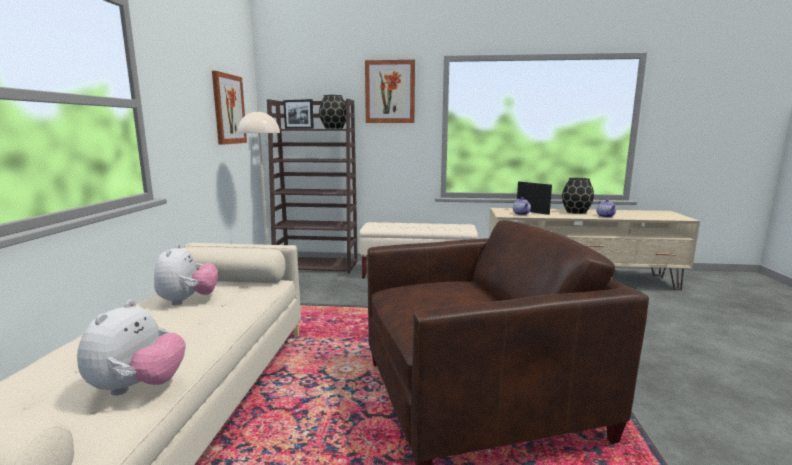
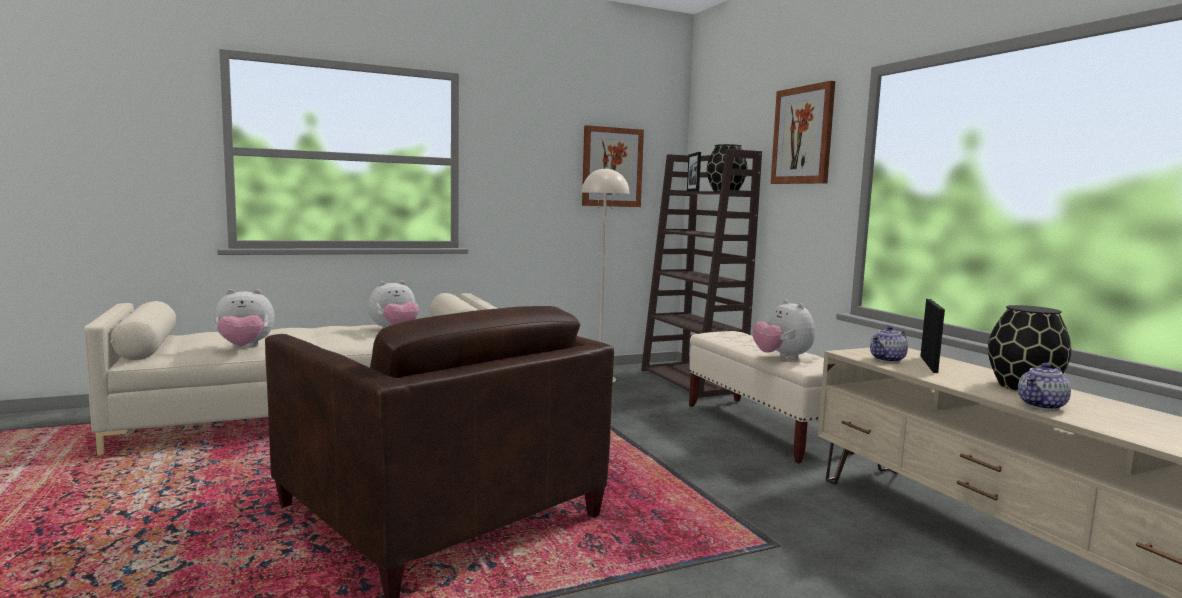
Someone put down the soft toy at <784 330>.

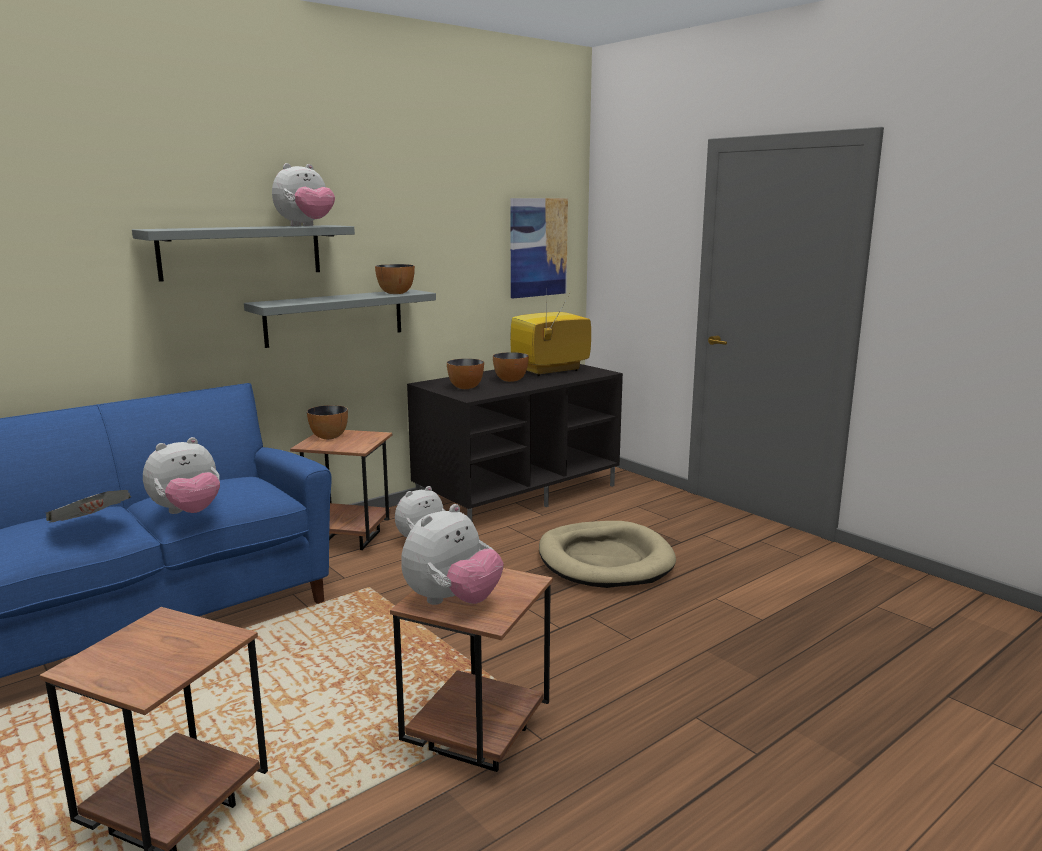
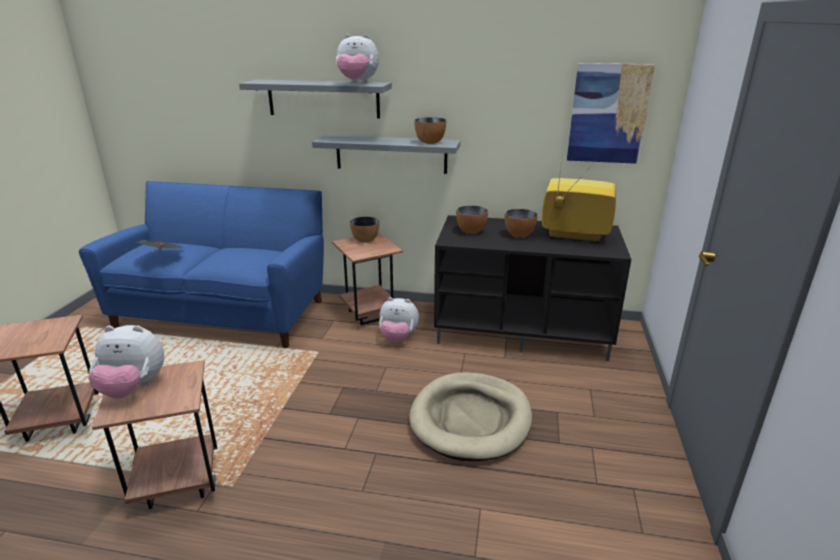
Someone took away the soft toy at <181 475>.

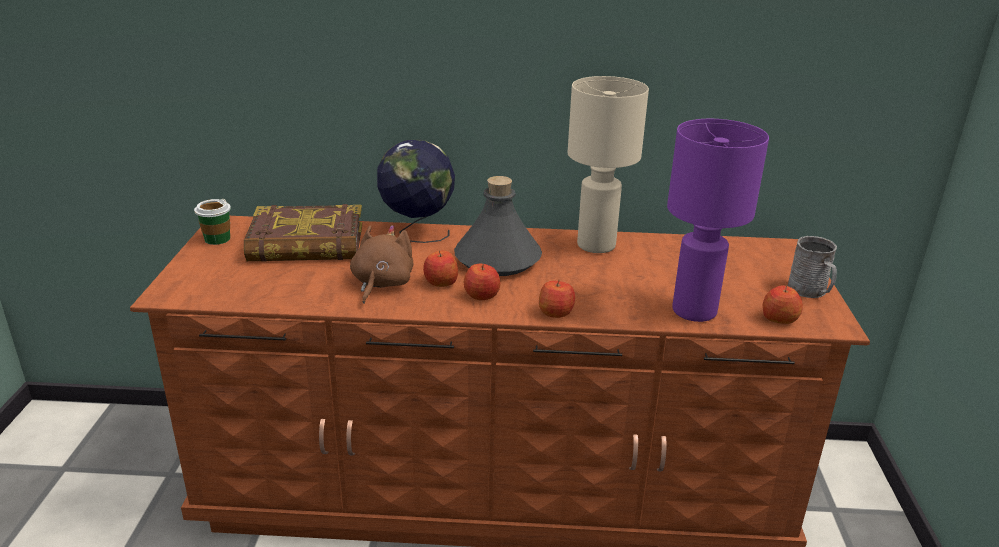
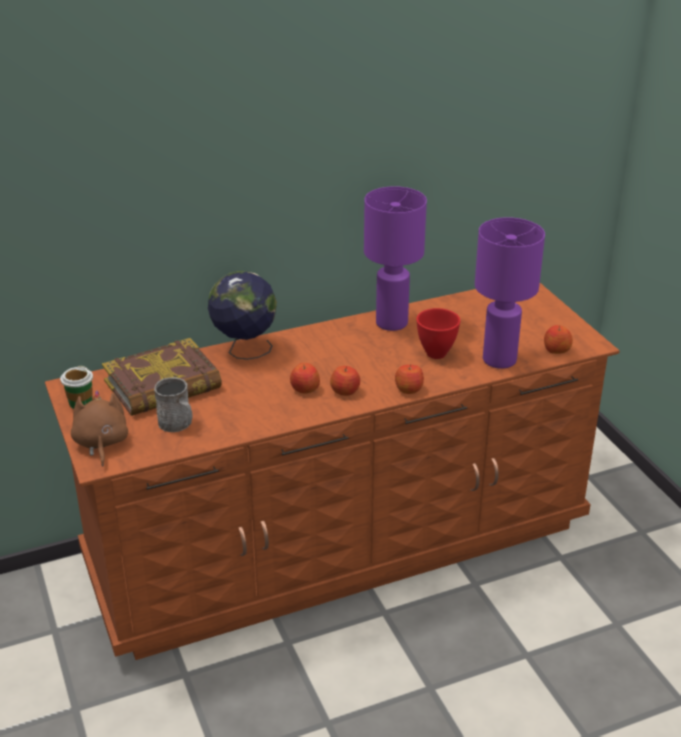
Someone carried the soft toy (brown) from <382 264> to <99 428>.
Someone took away the drink bottle (grey) at <498 226>.
Someone repainted the tabletop lamp (beige-coloured) at <608 164>, which became the tabletop lamp (purplish) at <395 258>.
Someone carried the coffee mug (grey) from <812 267> to <173 404>.
Someone put down the bowl (red) at <438 333>.

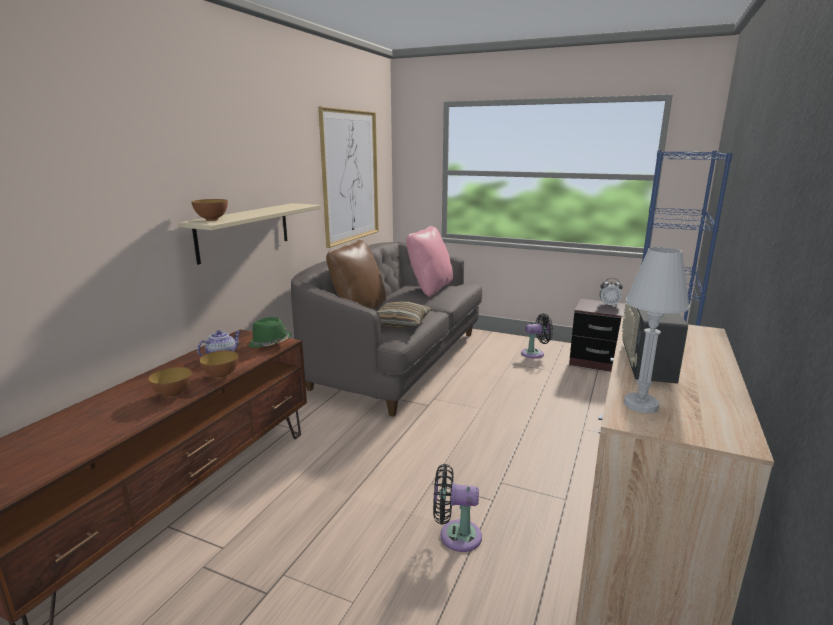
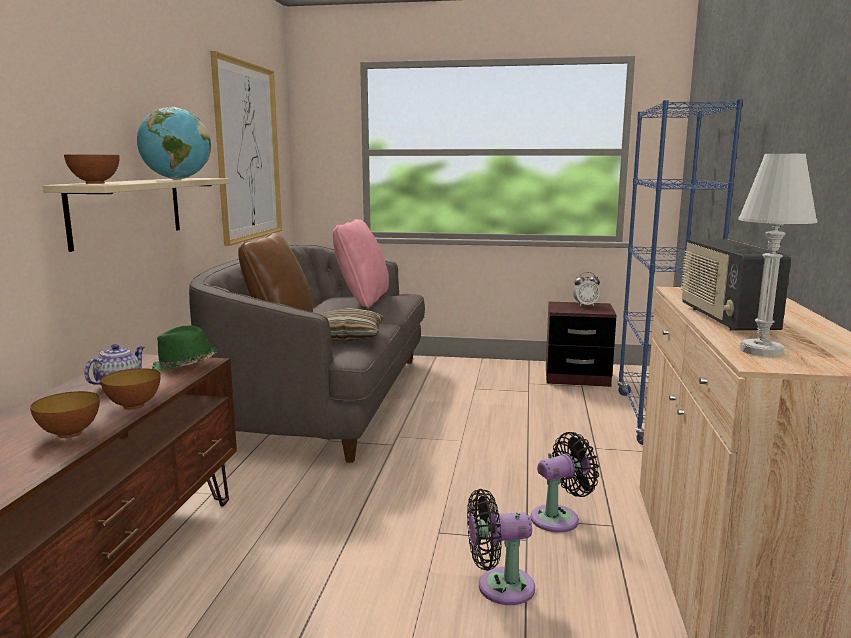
Someone carried the electric fan (black-coloured) from <537 335> to <565 482>.
Someone put down the world globe at <174 143>.

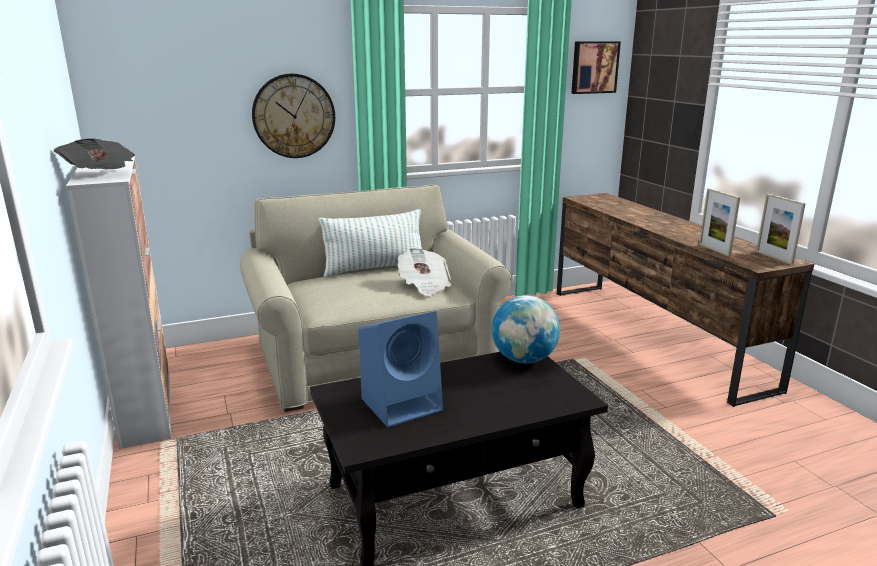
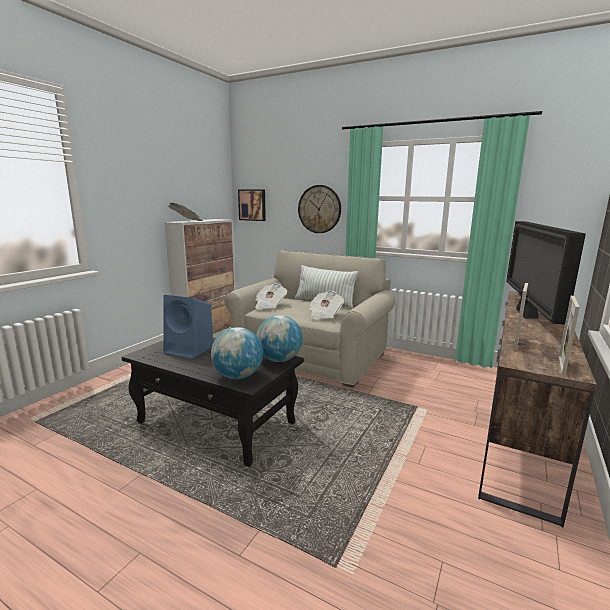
Someone carried the picture from <596 67> to <252 205>.
Someone put down the world globe at <237 353>.
Someone put down the printed paper at <271 296>.
Someone put down the TV set at <546 273>.

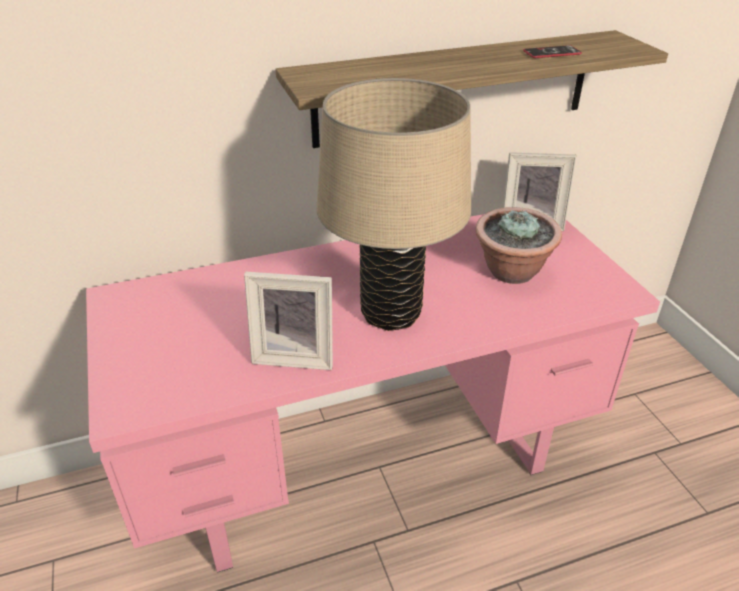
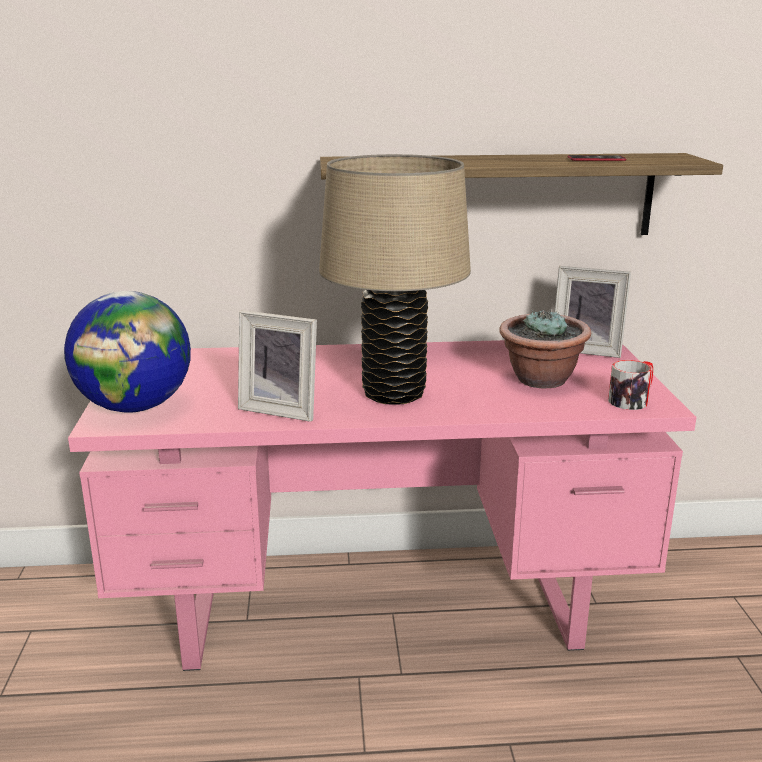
Someone put down the world globe at <127 352>.
Someone put down the coffee mug at <630 385>.

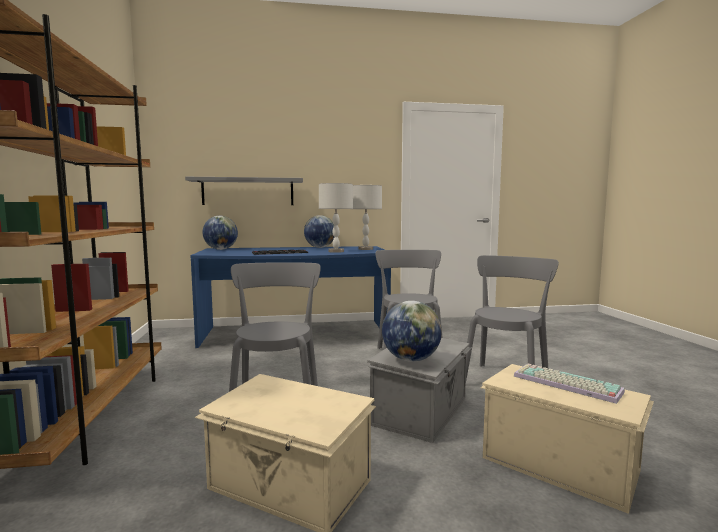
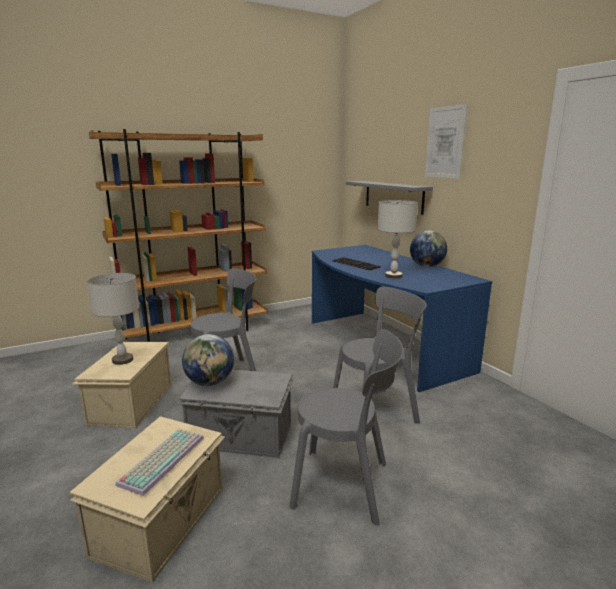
Someone took away the world globe at <220 233>.
Someone carried the tabletop lamp (grey) from <367 217> to <113 319>.
Someone put up the picture at <446 141>.

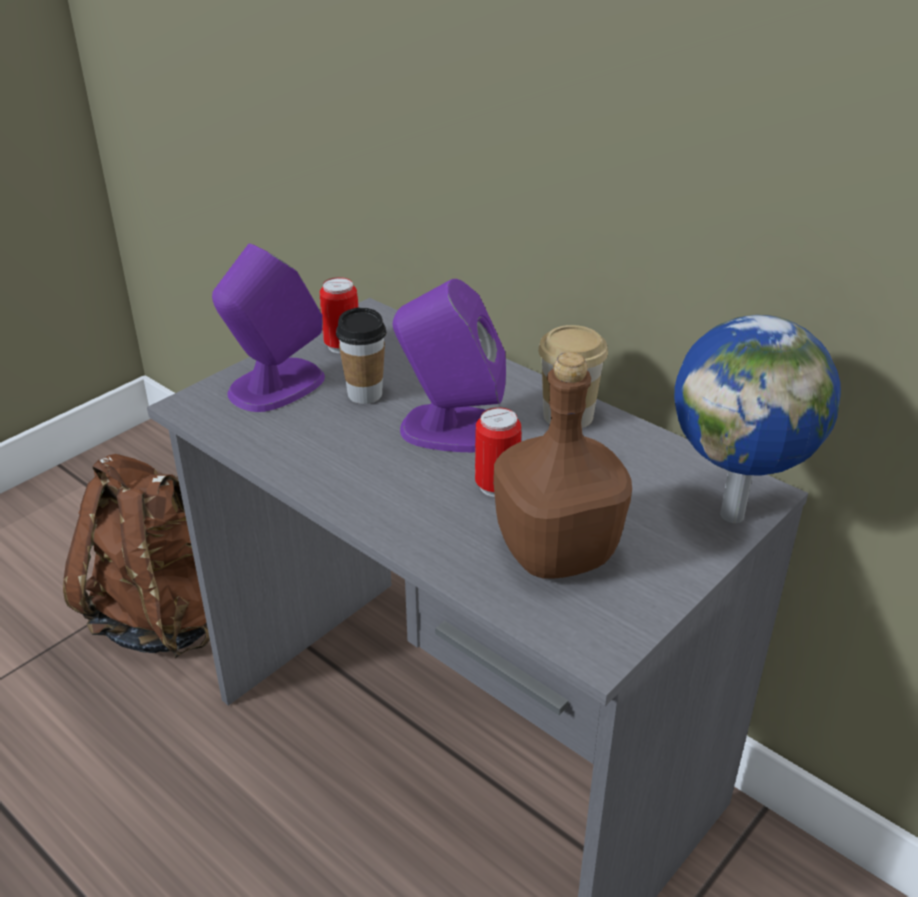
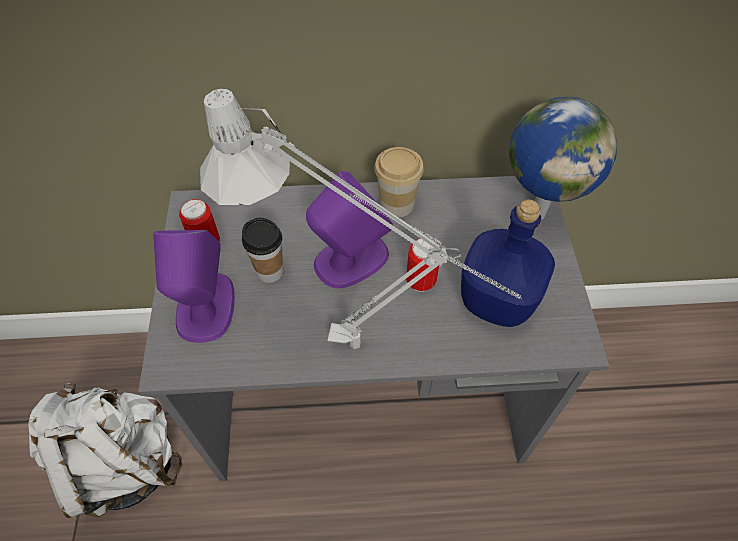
Someone repainted the backpack (brown) at <136 556>, which became the backpack (white-coloured) at <105 450>.
Someone repainted the drink bottle (brown) at <562 465>, which became the drink bottle (blue) at <508 263>.
Someone put down the tabletop lamp (grey) at <361 219>.

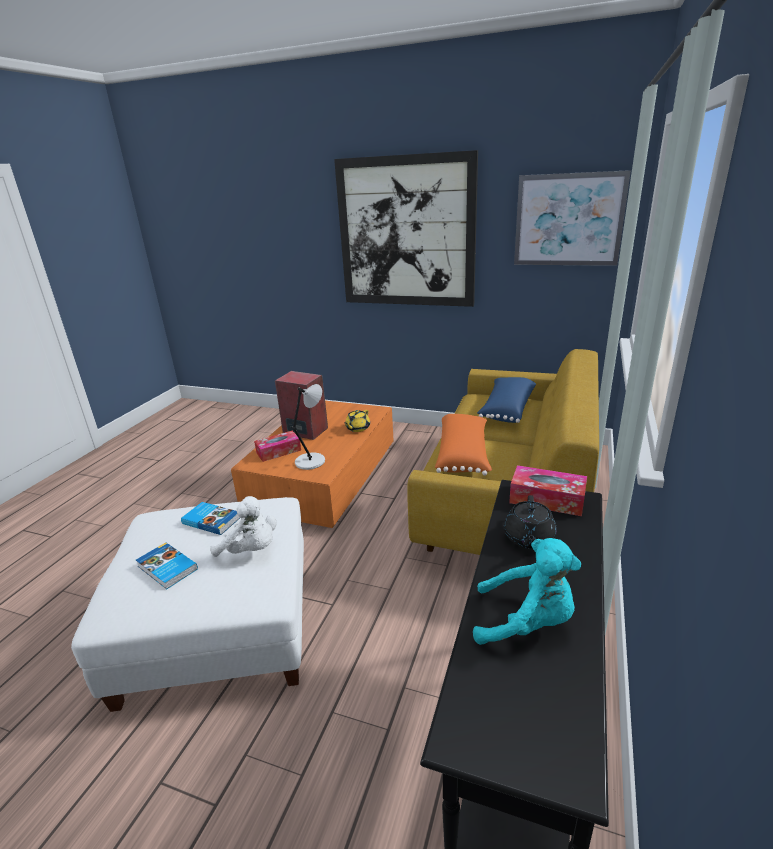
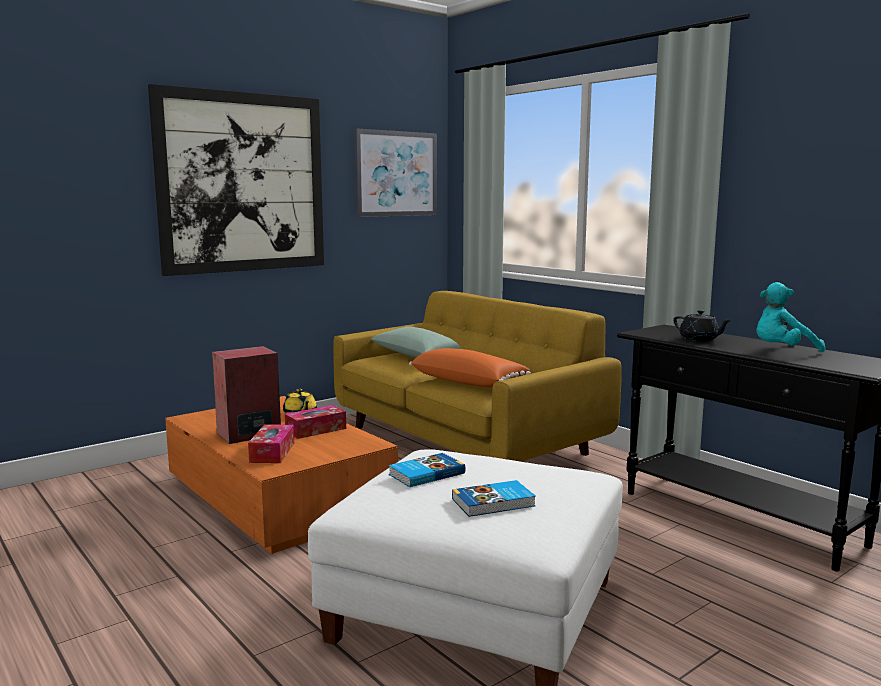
Someone took away the soft toy (white-coloured) at <243 526>.
Someone took away the tabletop lamp (grey) at <308 427>.
Someone rotated the soft toy (blue-green) at <527 591> by 150 degrees counterclockwise.
Someone repainted the cushion (blue) at <506 400>, which became the cushion (greenish) at <416 342>.
Someone carried the box of tissues from <548 490> to <315 422>.

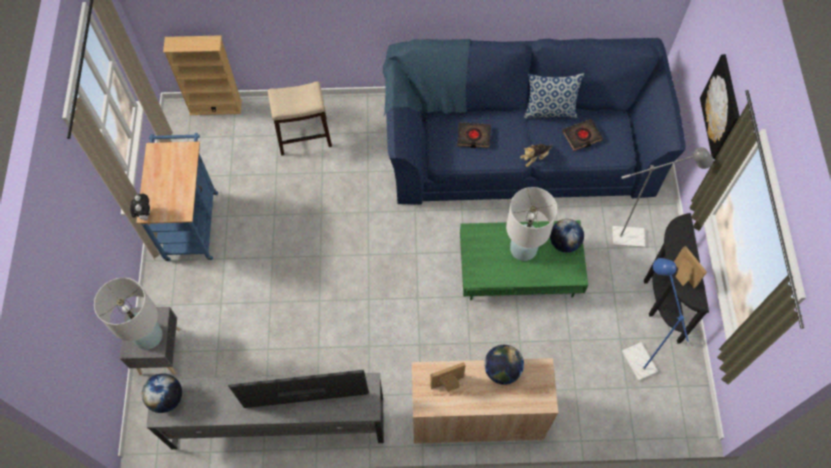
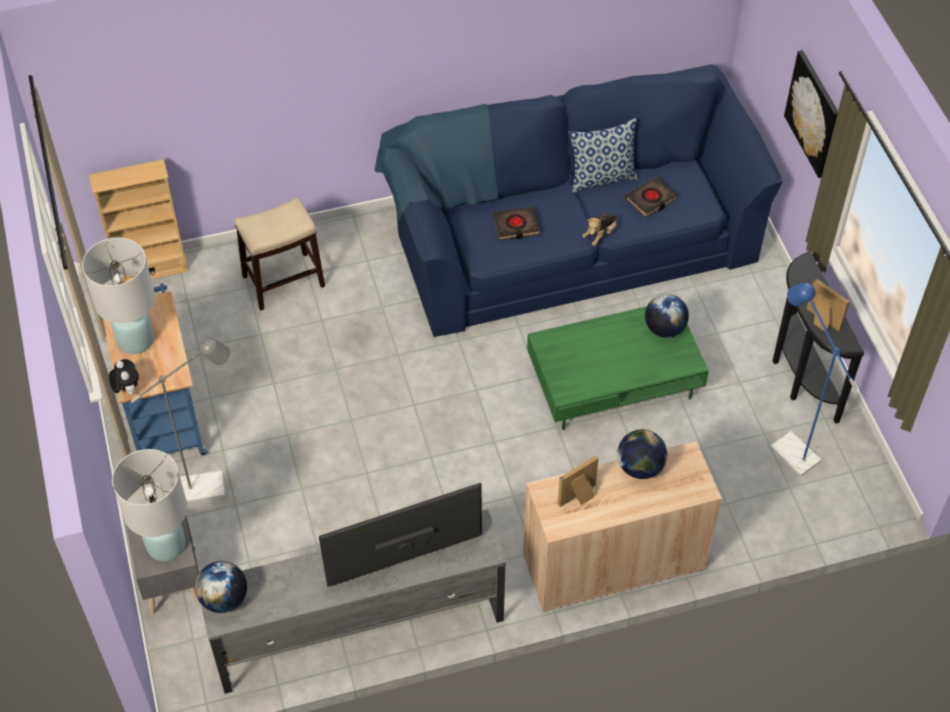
Someone carried the tabletop lamp (white-coloured) from <531 224> to <118 295>.
Someone carried the standing lamp (grey) from <662 197> to <180 420>.

